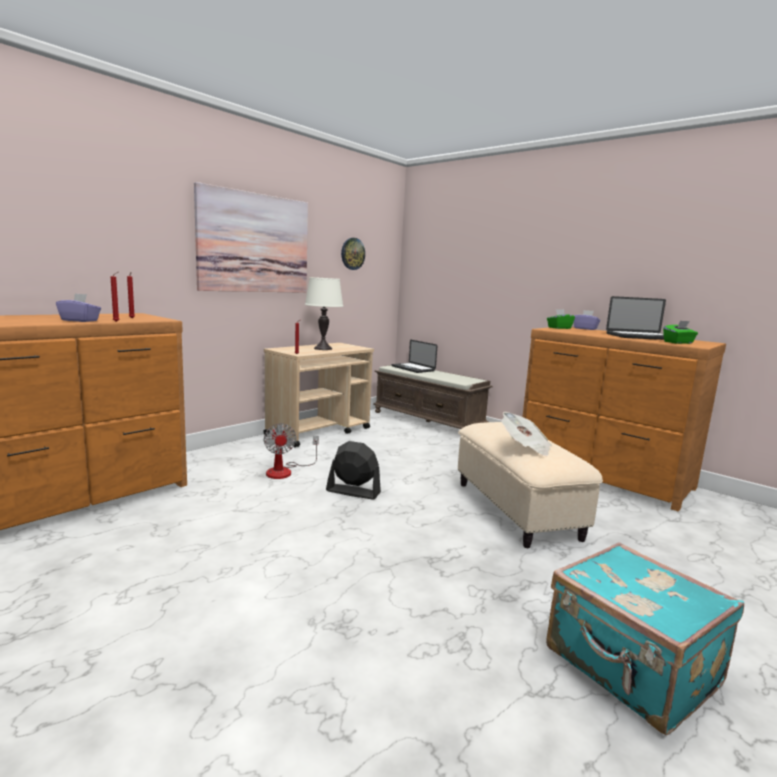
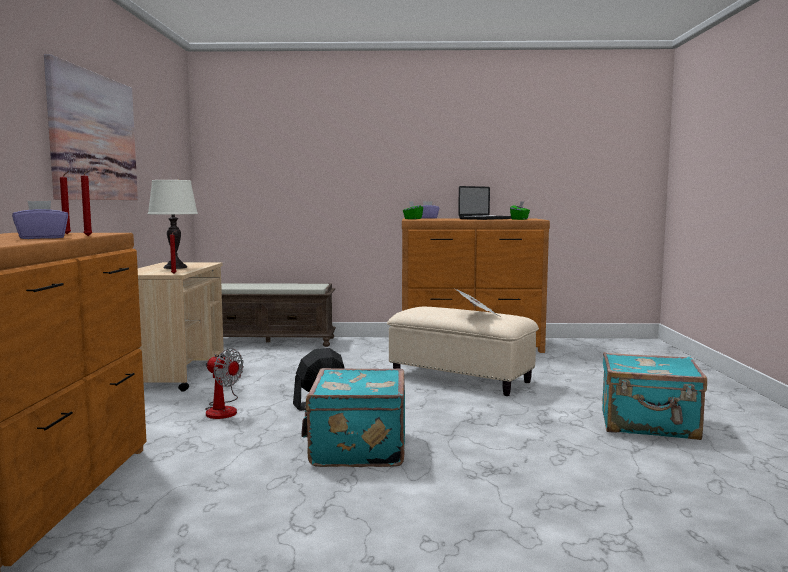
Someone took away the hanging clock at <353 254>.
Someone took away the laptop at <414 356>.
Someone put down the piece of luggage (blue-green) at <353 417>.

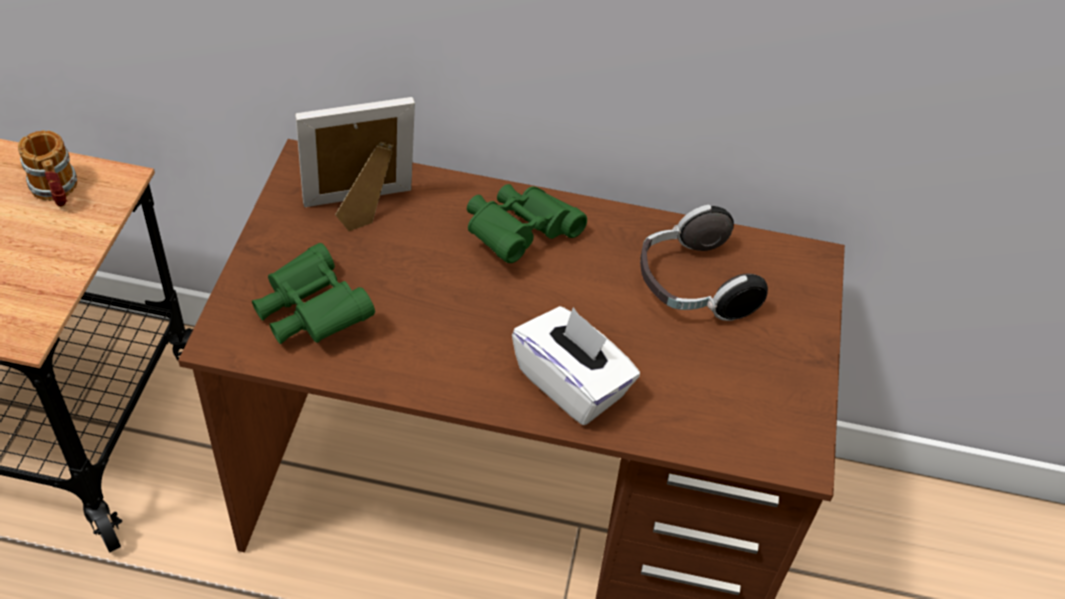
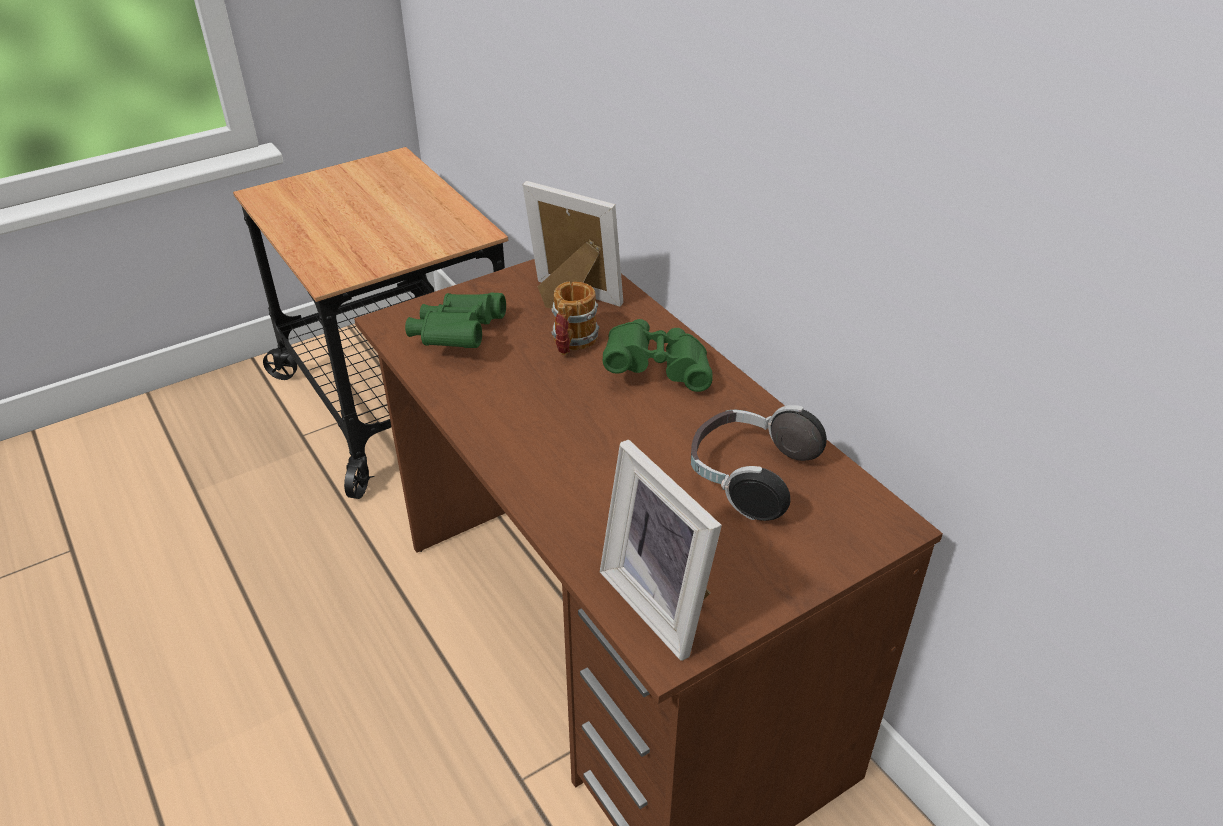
Someone carried the coffee mug from <47 168> to <575 318>.
Someone took away the box of tissues (white-coloured) at <576 365>.
Someone put down the picture frame at <661 550>.

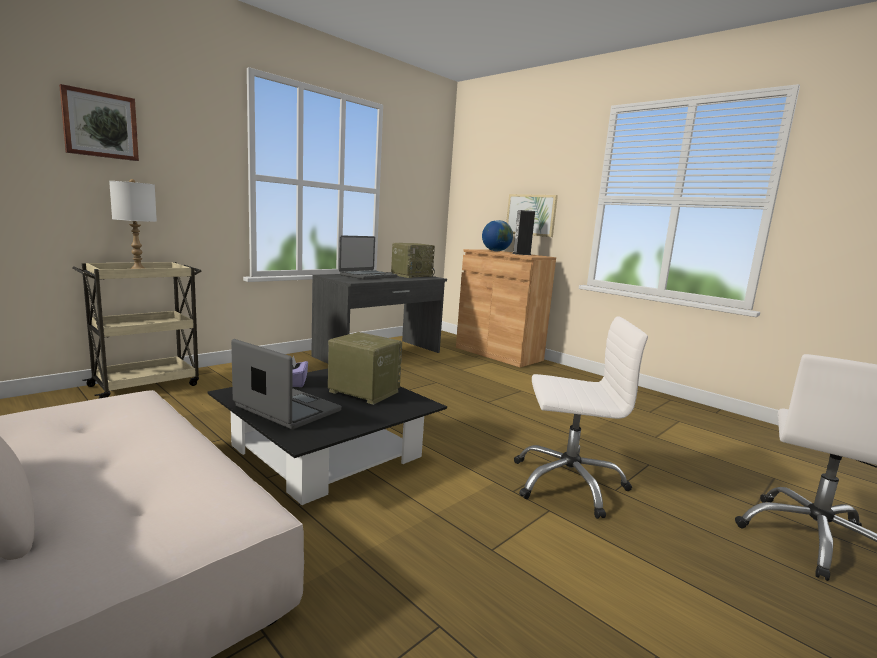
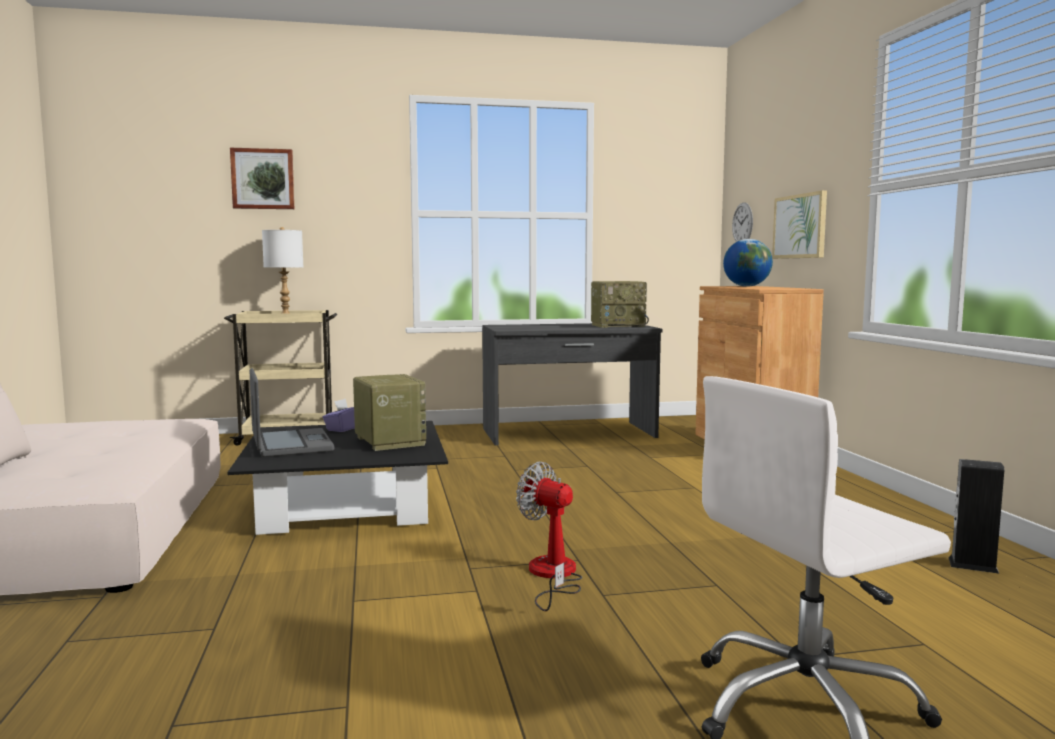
Someone took away the laptop at <368 257>.
Someone carried the speaker from <523 232> to <976 516>.
Someone swapped the office chair (white-coloured) at <581 417> for the electric fan at <549 536>.
Someone put up the hanging clock at <742 222>.

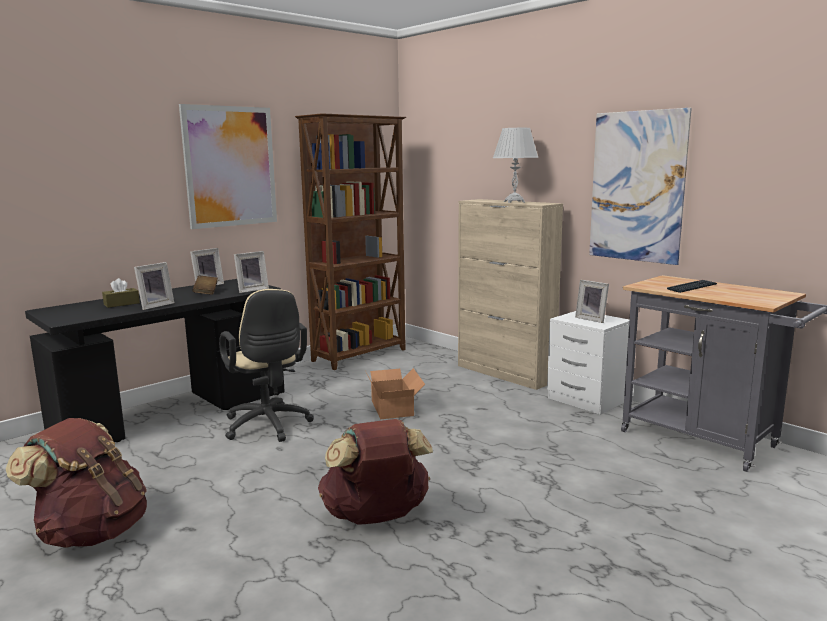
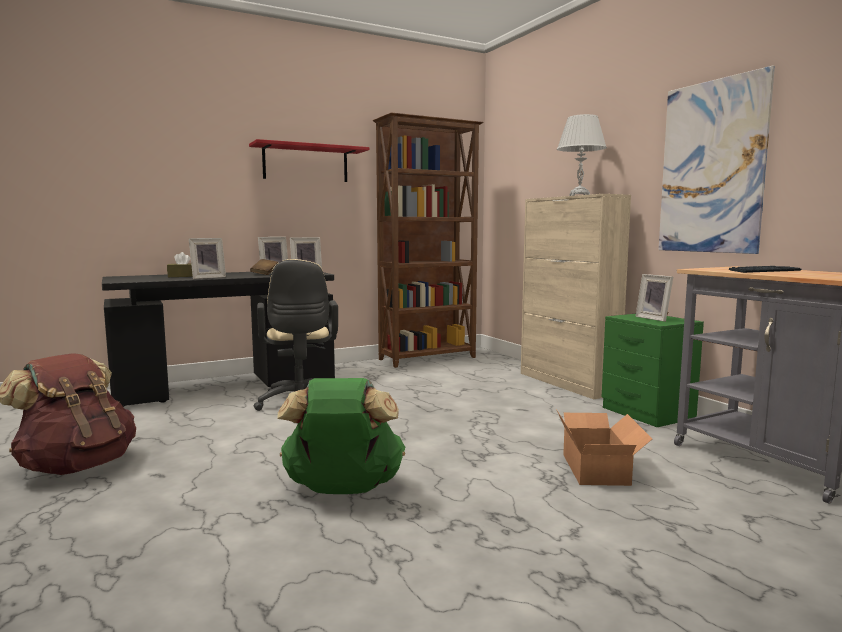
Someone swapped the picture at <228 166> for the shelf (red) at <309 160>.
Someone repainted the backpack (brown) at <375 472>, which became the backpack (greenish) at <341 436>.
Someone carried the cardboard box from <395 393> to <604 447>.
Someone repainted the night table (white-coloured) at <588 363>, which became the night table (greenish) at <653 370>.

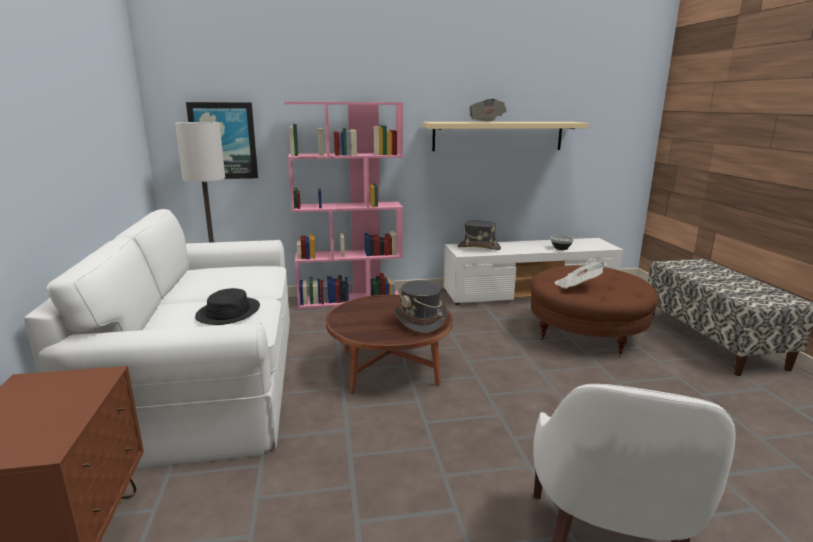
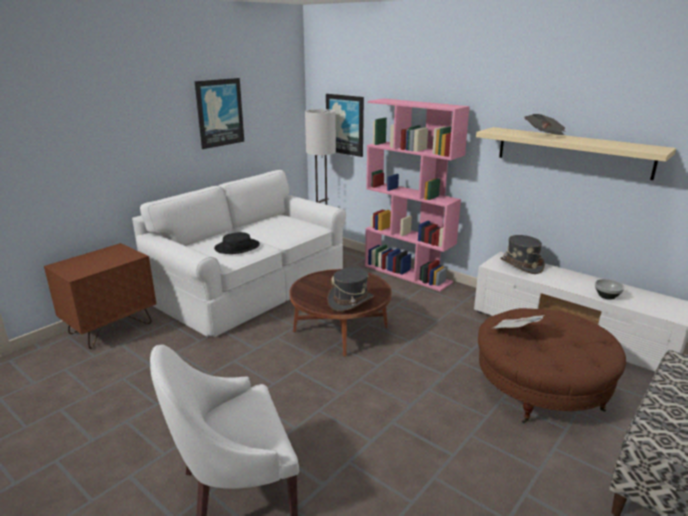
Someone put up the picture at <219 113>.

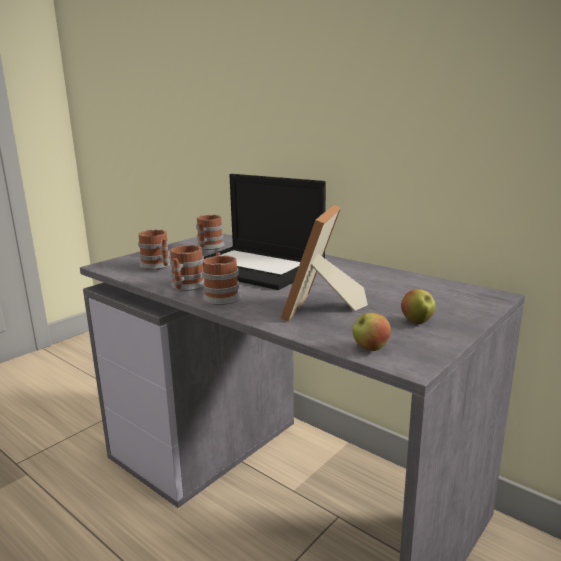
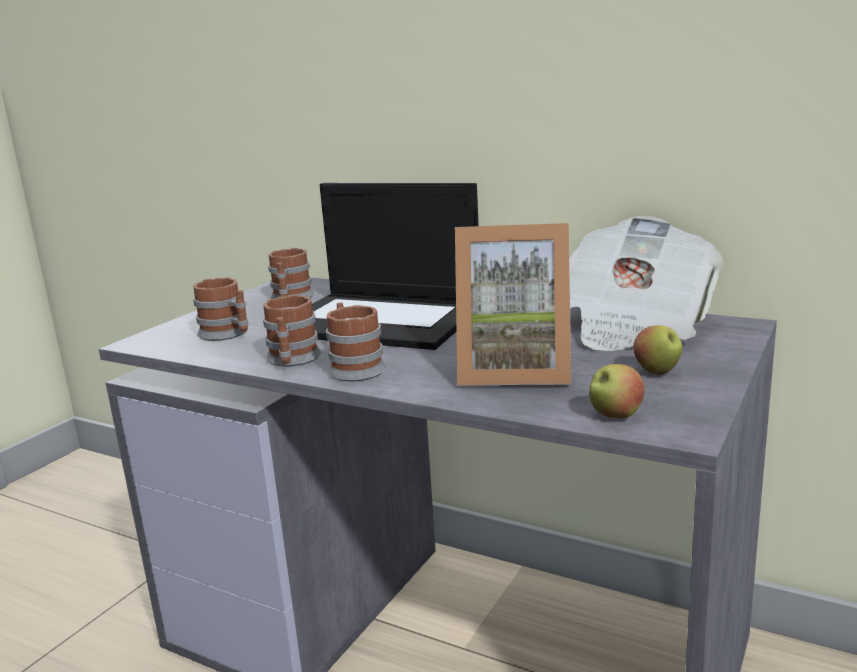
Someone rotated the picture frame at <324 263> by 90 degrees counterclockwise.
Someone put down the printed paper at <646 283>.

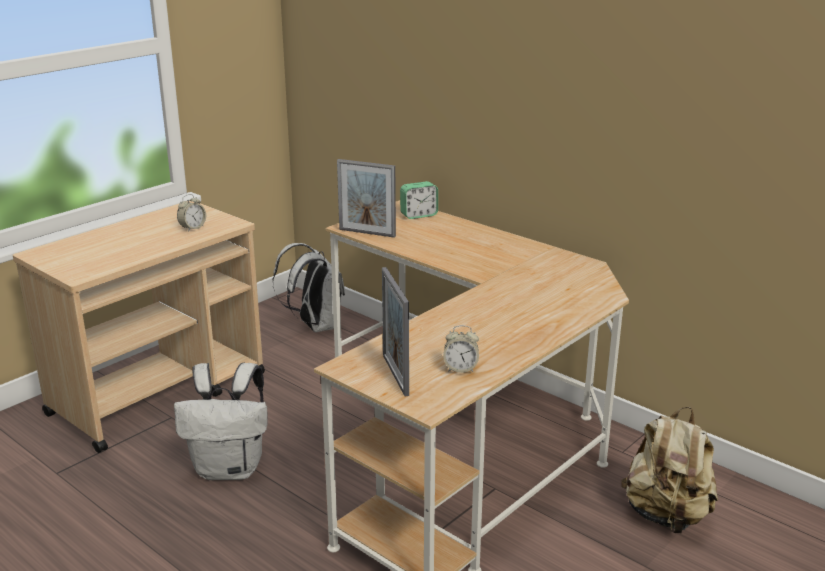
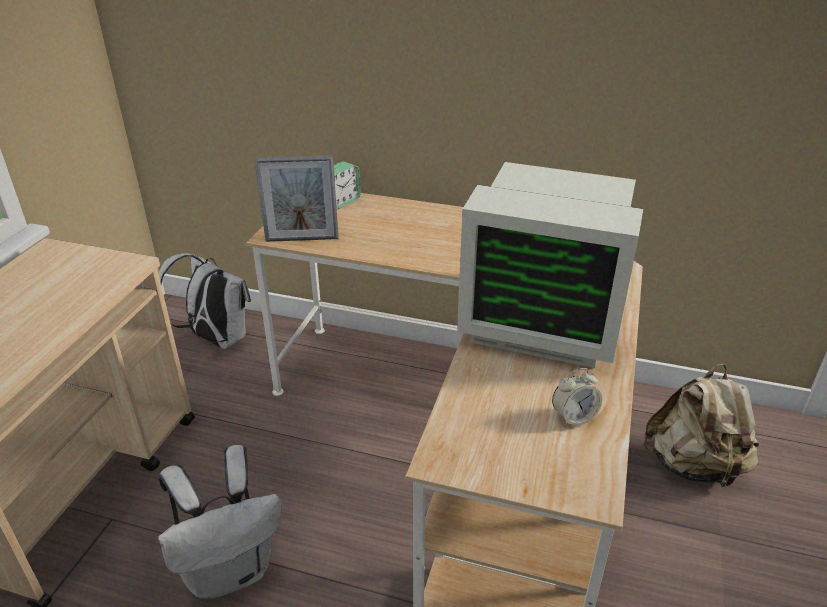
Someone took away the alarm clock at <191 213>.
Someone took away the picture frame at <395 331>.
Someone put down the computer display at <550 265>.

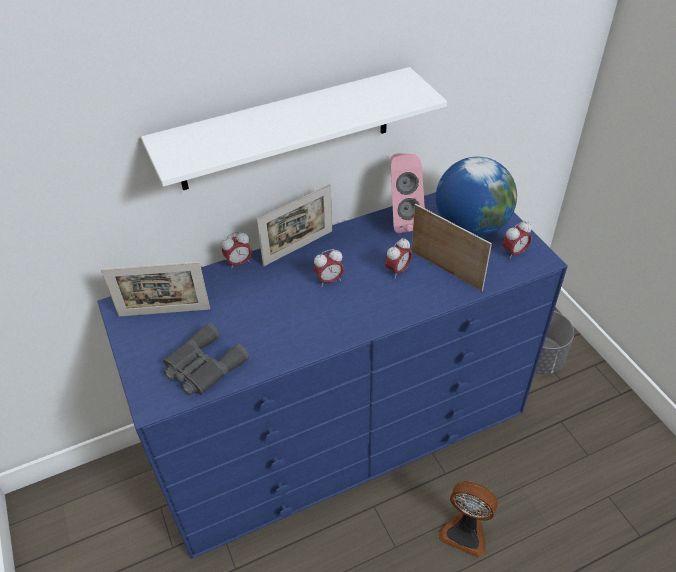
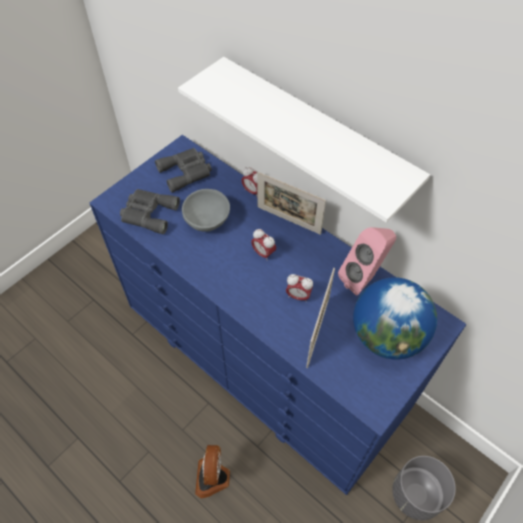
Someone swapped the picture frame at <155 289> for the pair of binoculars (grey) at <183 170>.
Someone took away the alarm clock at <517 240>.
Someone put down the bowl (grey) at <206 210>.

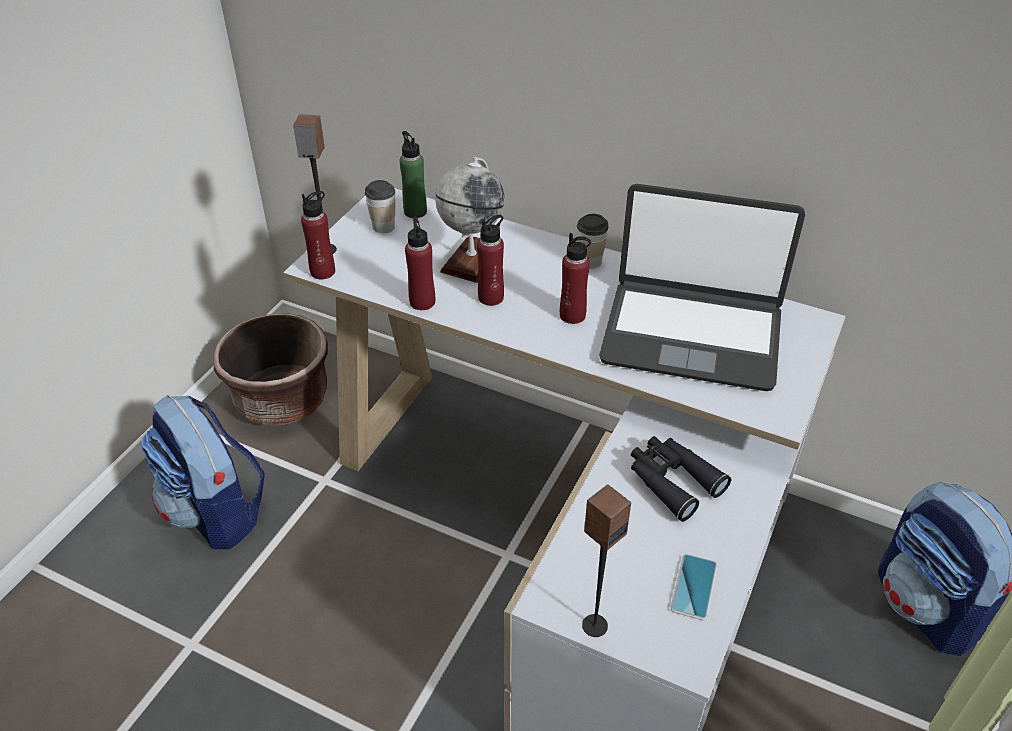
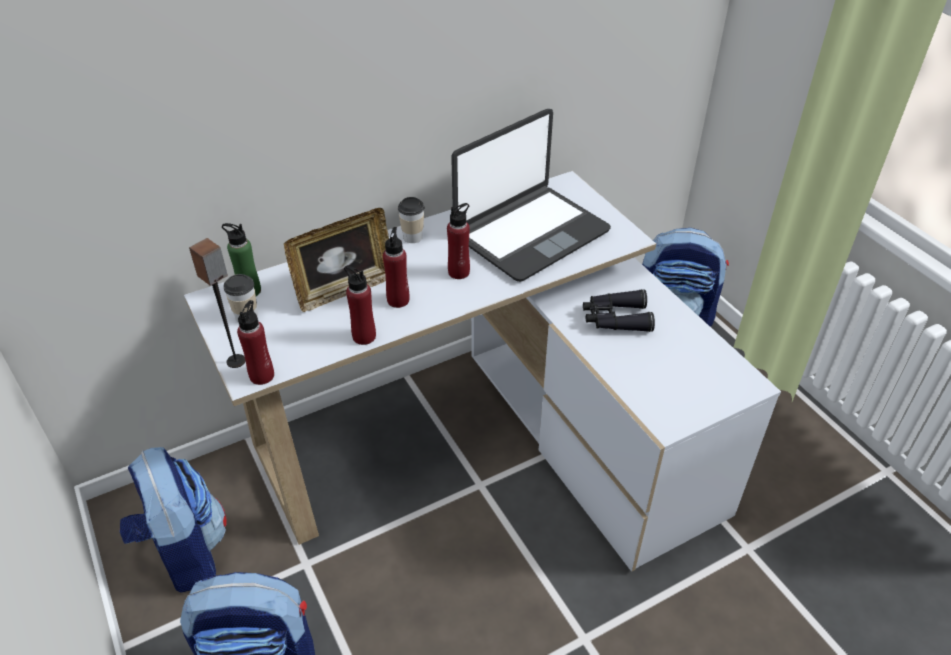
Someone swapped the flower pot (brown) at <271 369> for the backpack at <173 520>.
Someone swapped the world globe at <470 220> for the picture frame at <336 260>.
Someone took away the speaker at <606 560>.
Someone took away the phone at <694 587>.

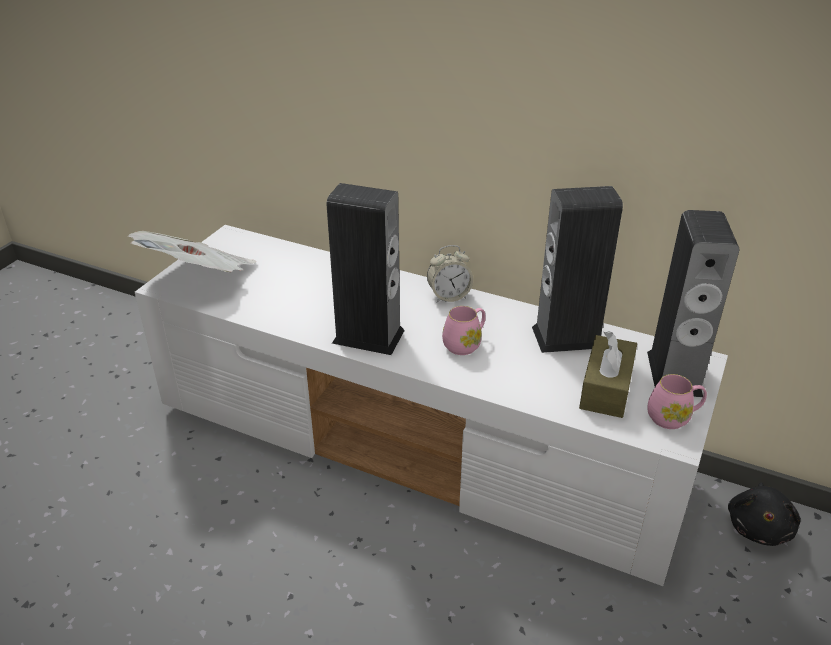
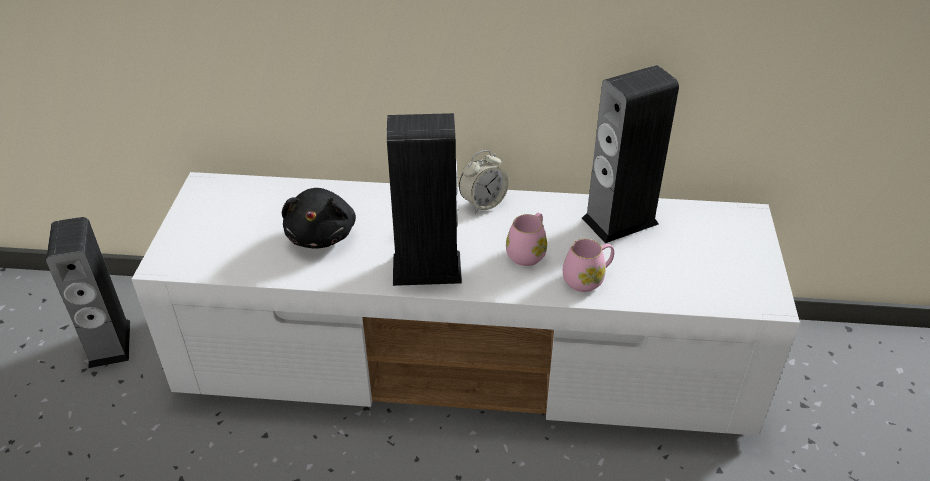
Someone took away the printed paper at <192 251>.
Someone took away the box of tissues (brown) at <608 374>.
Someone carried the speaker from <693 303> to <88 292>.
Someone carried the coffee mug (pinkish) from <677 401> to <588 265>.
Someone carried the soft toy (black-coloured) from <764 514> to <319 218>.

